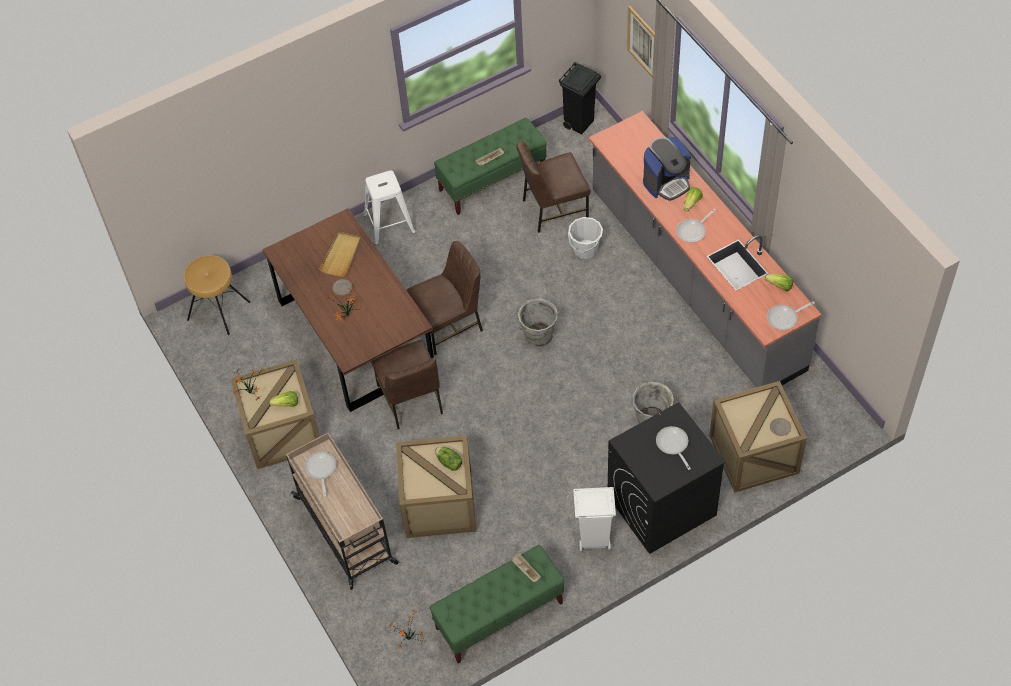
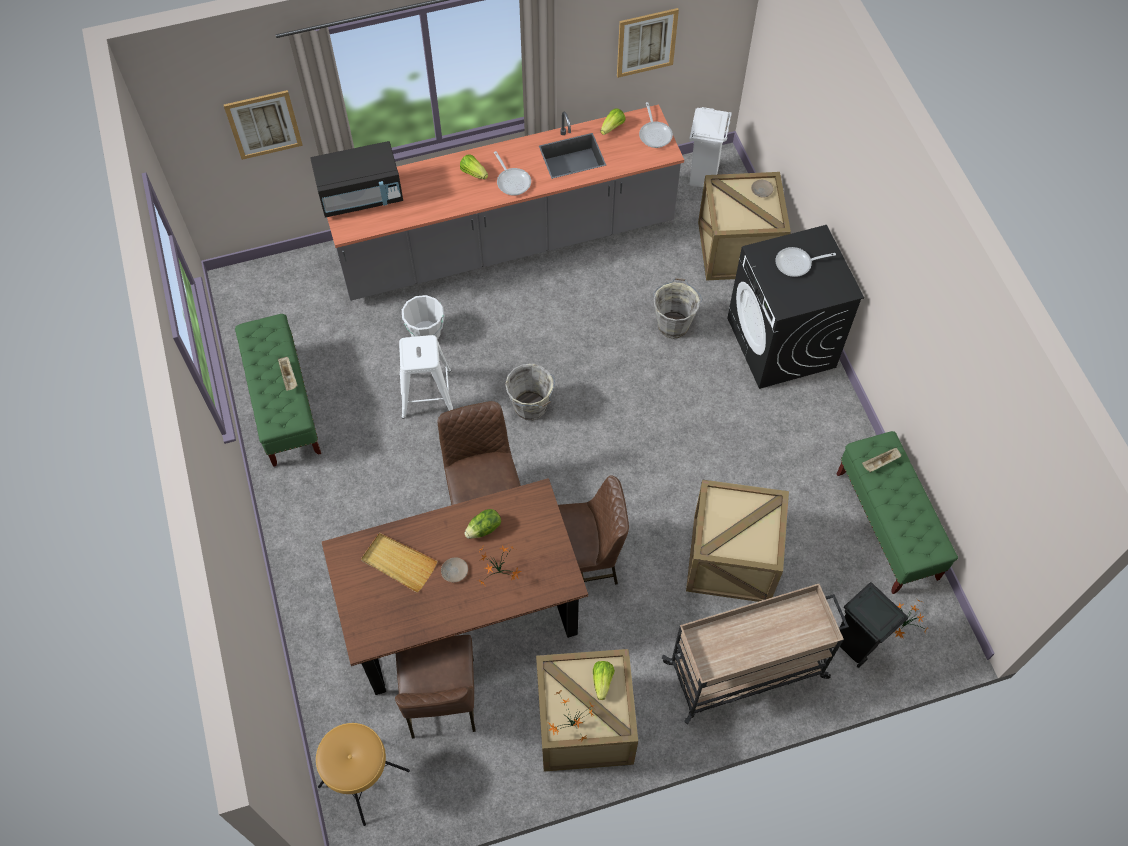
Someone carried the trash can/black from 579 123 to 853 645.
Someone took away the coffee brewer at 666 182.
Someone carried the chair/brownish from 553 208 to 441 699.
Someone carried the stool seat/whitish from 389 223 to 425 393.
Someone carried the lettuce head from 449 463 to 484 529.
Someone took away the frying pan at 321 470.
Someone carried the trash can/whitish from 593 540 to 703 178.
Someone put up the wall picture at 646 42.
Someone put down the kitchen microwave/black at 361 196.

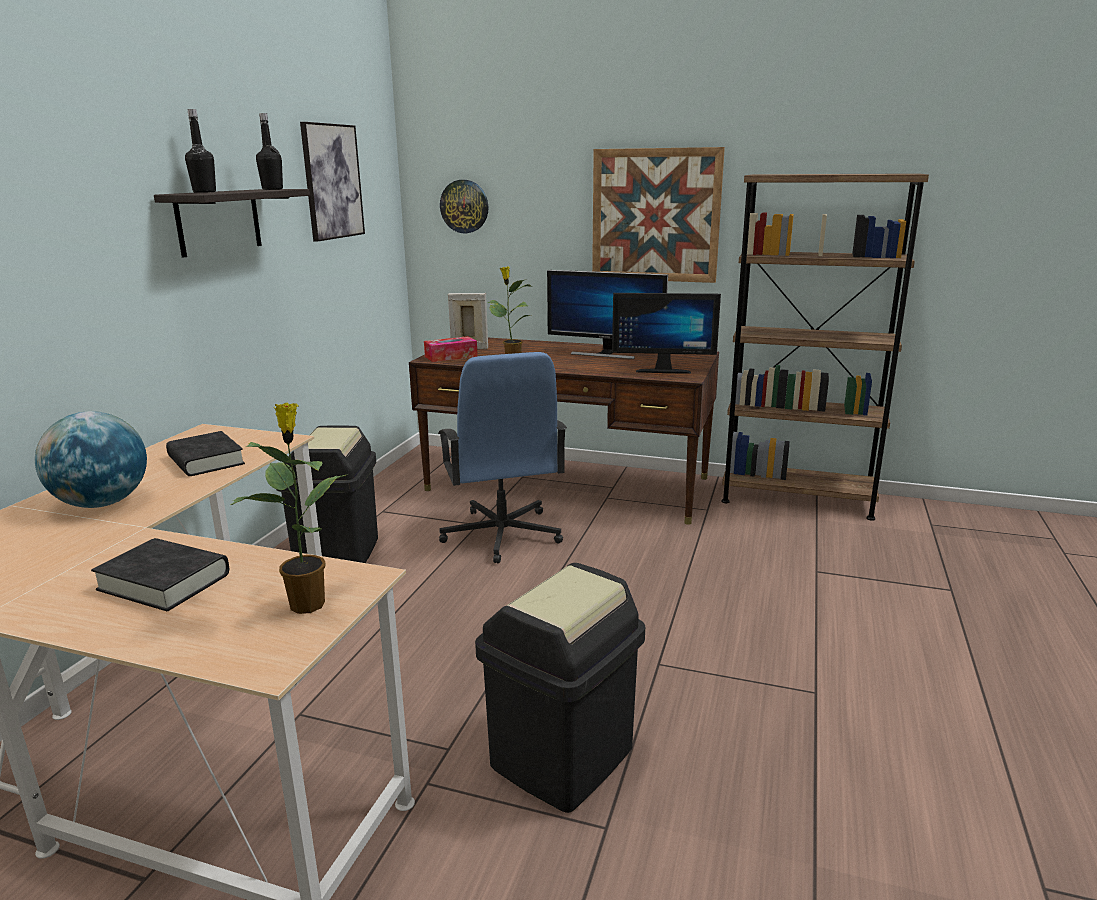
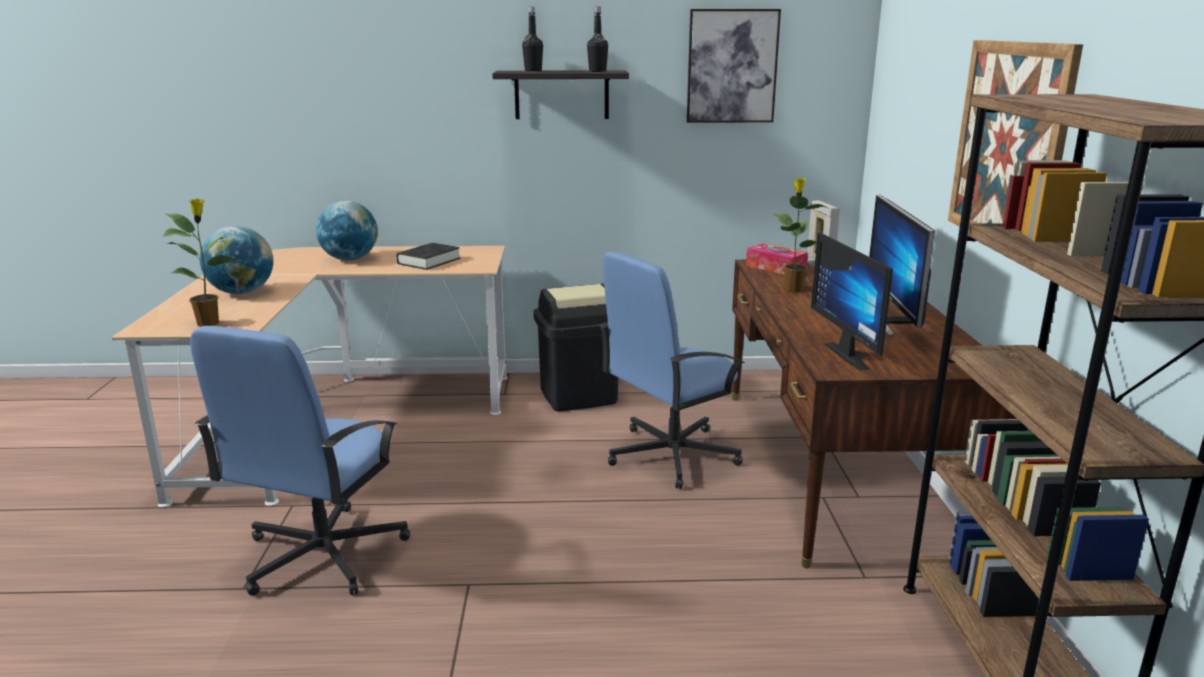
Someone took away the hanging clock at 464 206.
Someone swapped the volume/black at 164 582 for the desk globe at 242 292.
Someone swapped the trash can/black at 563 759 for the computer chair/blue-coloured at 321 555.

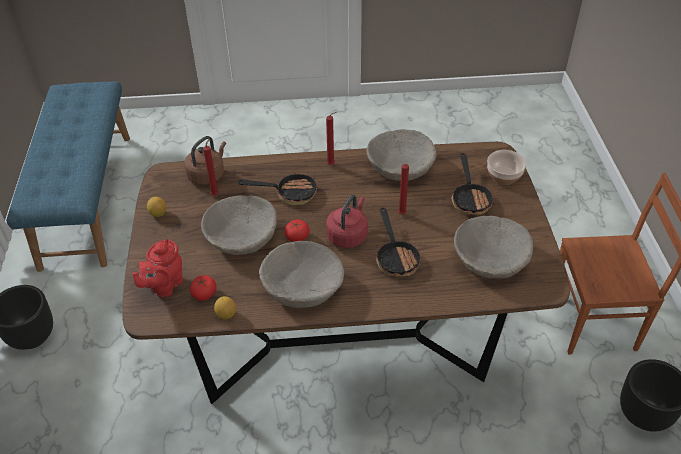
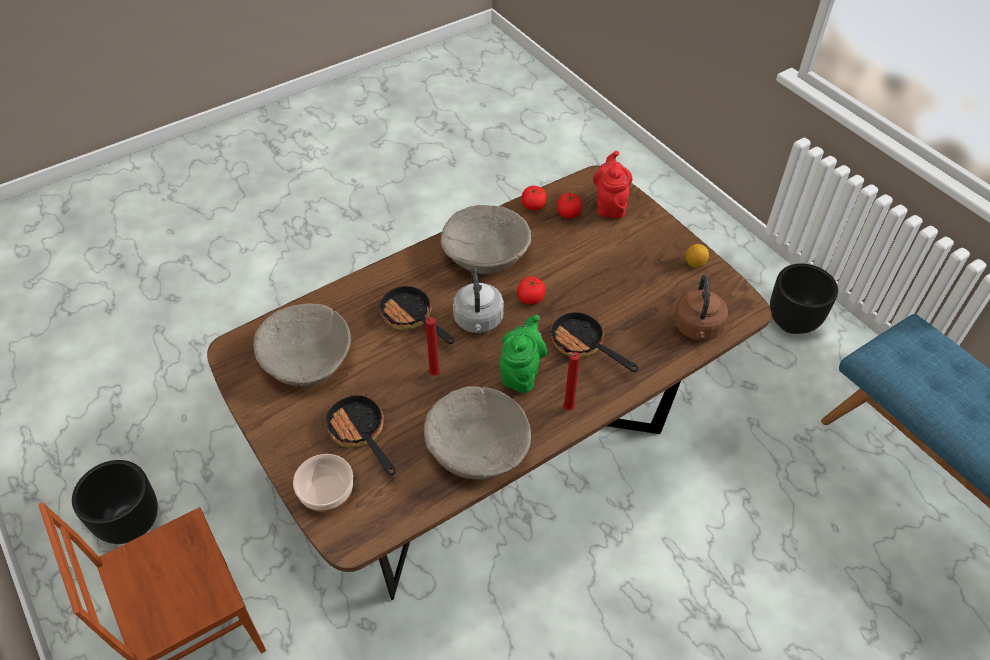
Someone took away the candle/red at 216 194.
Someone rotated the frying pan at 289 193 by 75 degrees clockwise.
Someone took away the deep dish/beige at 241 237.
Someone repainted the tea kettle/red at 348 235, which became the tea kettle/greyish at 478 321.
Someone swapped the citrus fruit at 226 314 for the fresh tomato at 533 205.
Someone put down the pot for tea/green-coloured at 521 373.

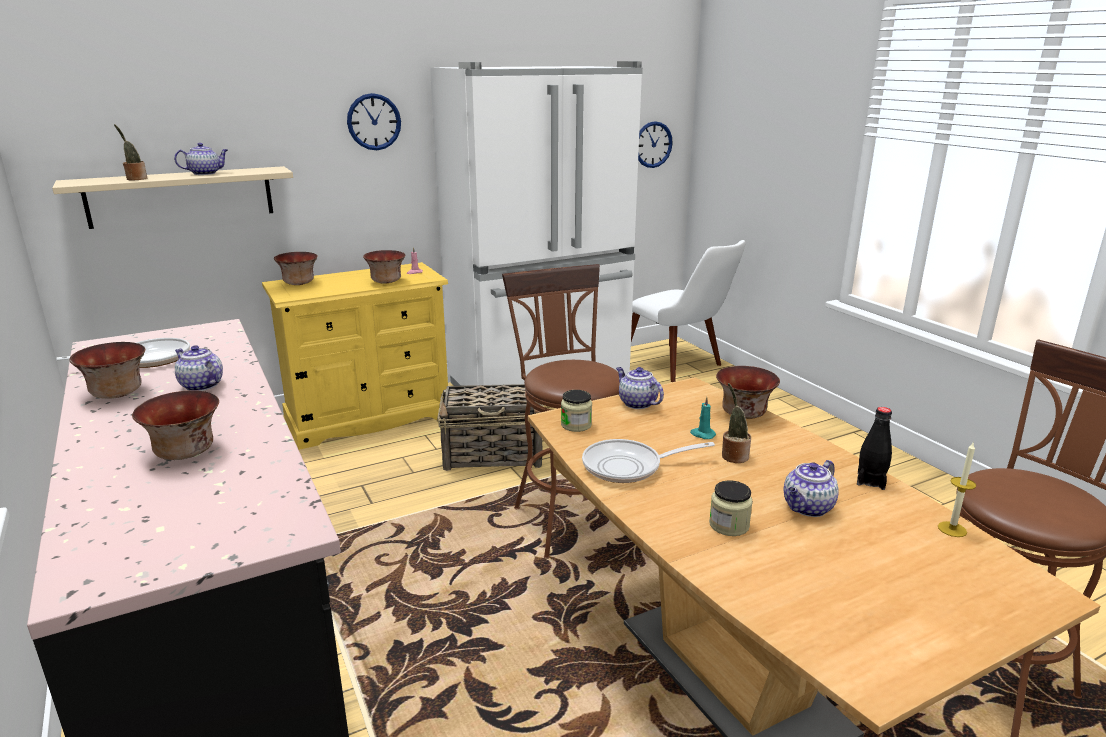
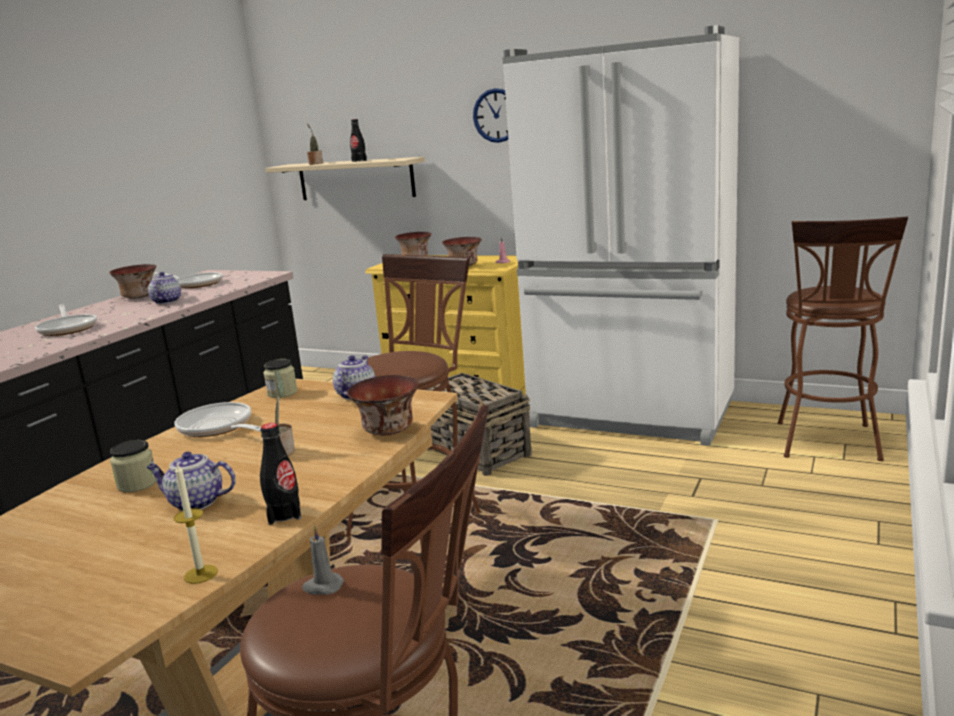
Someone took away the hanging clock at 653 144.
Someone swapped the pot for tea at 205 173 for the drink bottle/black at 359 161.
Someone swapped the chair/whitish at 681 366 for the stool seat/brownish at 829 445.
Someone swapped the deep dish at 185 452 for the frying pan at 68 328.
Someone took away the candle/blue-green at 702 434.
Someone put down the candle/greyish at 322 587.

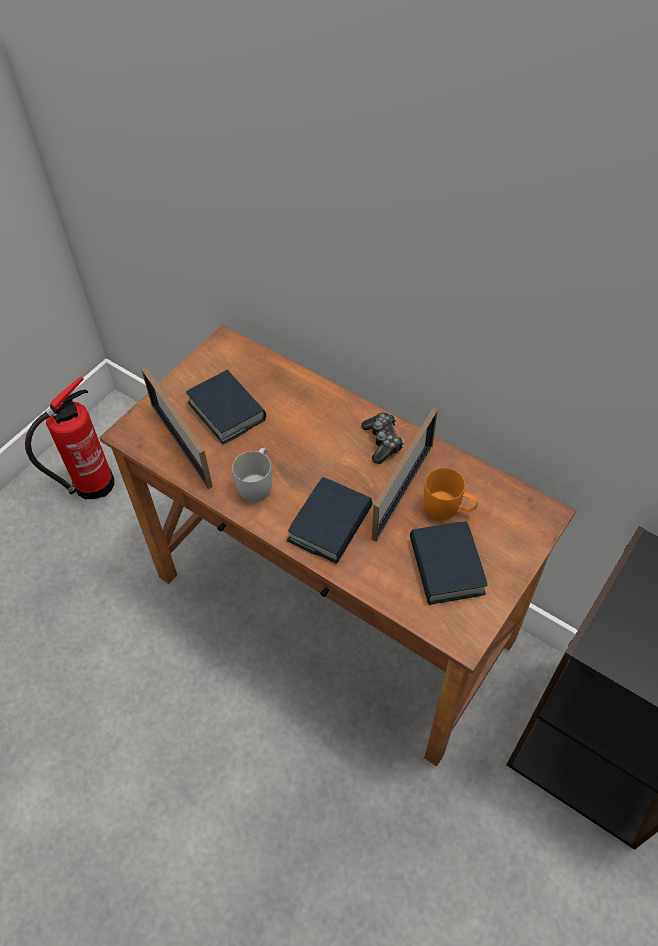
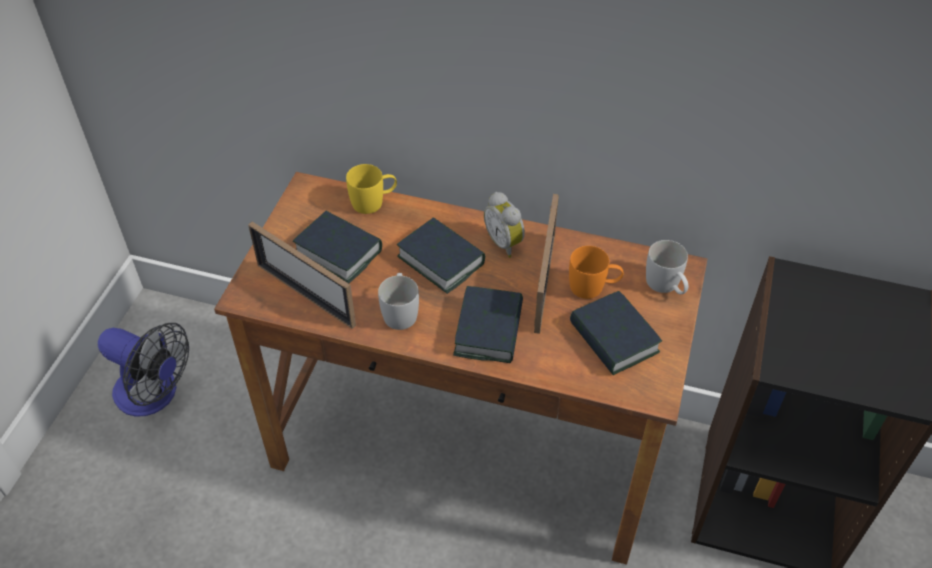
Someone swapped the extinguisher at 90 486 for the electric fan at 154 395.
Someone swapped the joypad at 382 442 for the table clock at 505 243.
Someone put down the mug/yellow at 373 202.
Someone put down the volume at 441 260.
Someone put down the mug/whitish at 666 286.

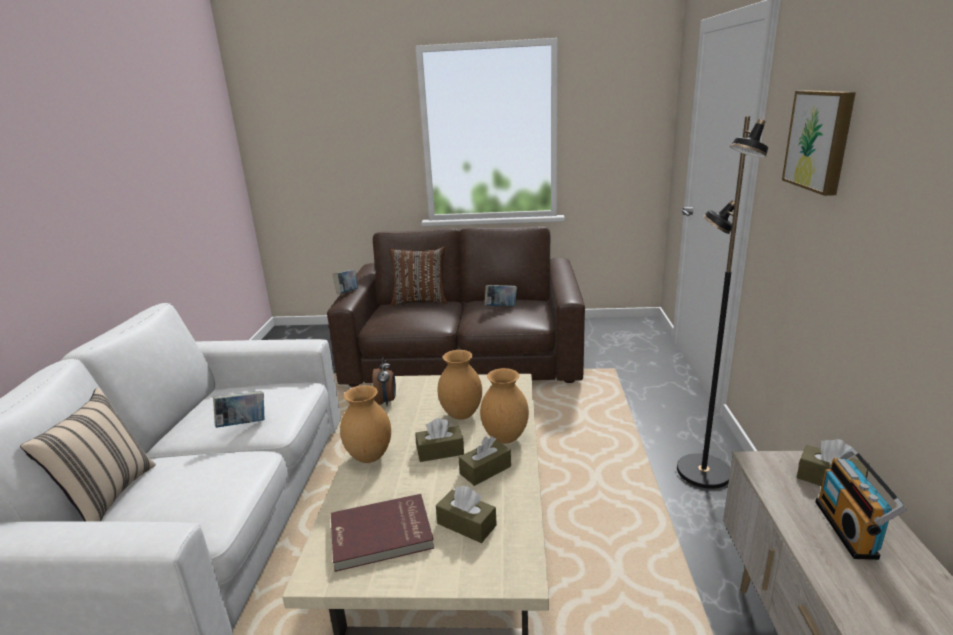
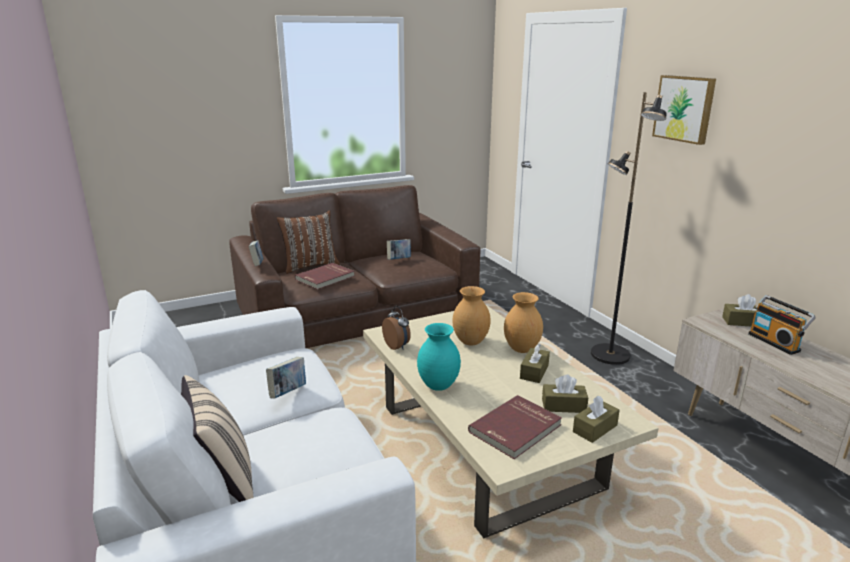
Someone repainted the decorative vase/brownish at 368 457, which became the decorative vase/blue-green at 438 386.
Someone carried the box of tissues/brownish from 440 451 to 595 428.
Someone put down the volume/red at 325 278.

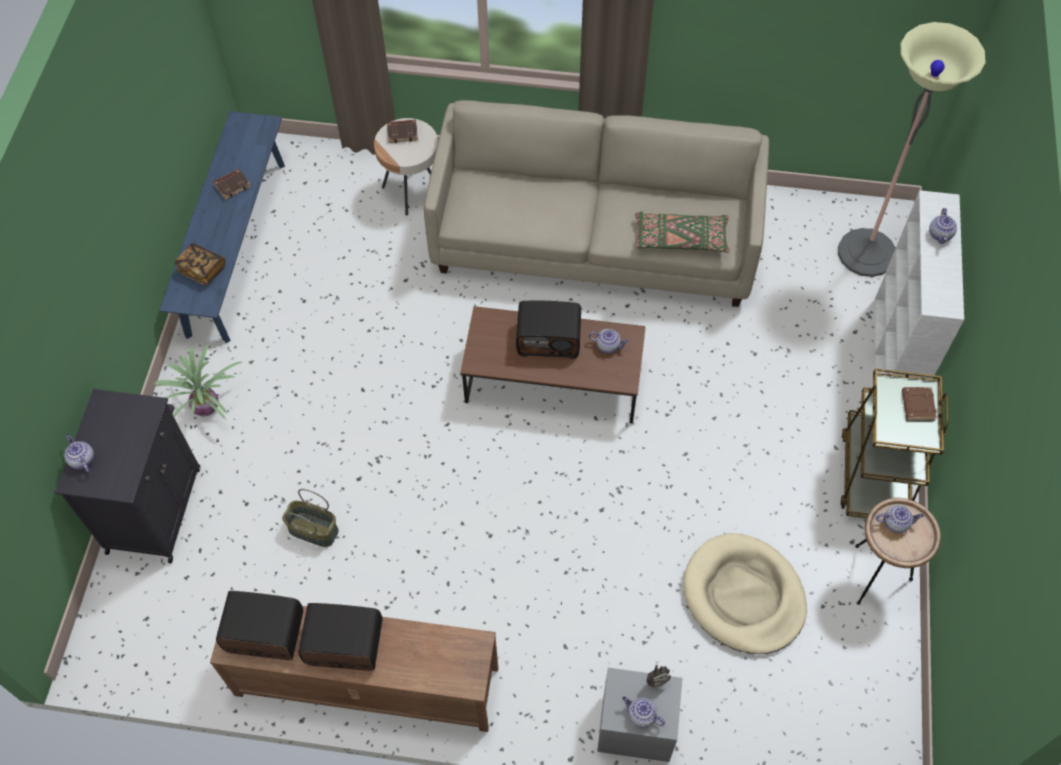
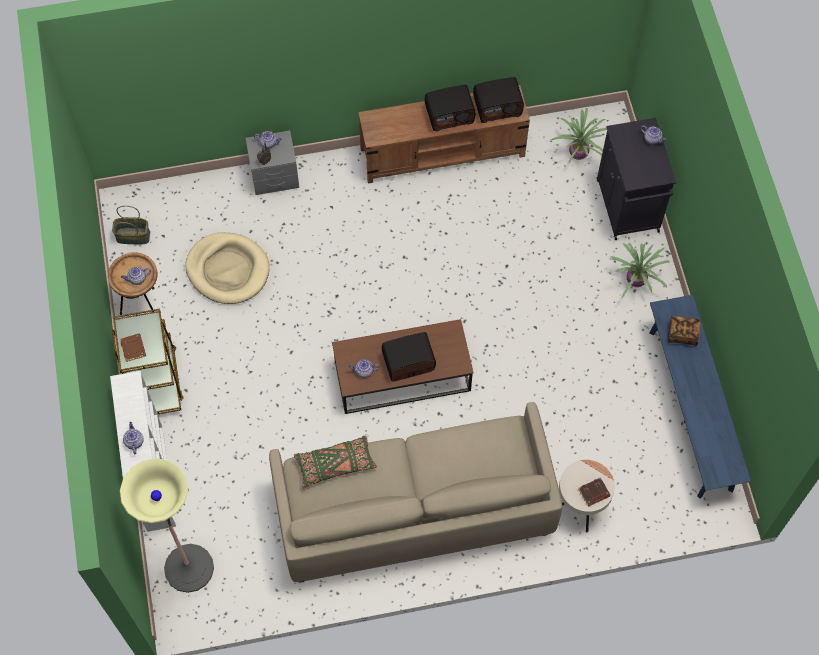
Someone took away the volume/brownish at 232 185.
Someone carried the storage basket from 312 530 to 133 236.
Someone put down the houseplant at 579 153.

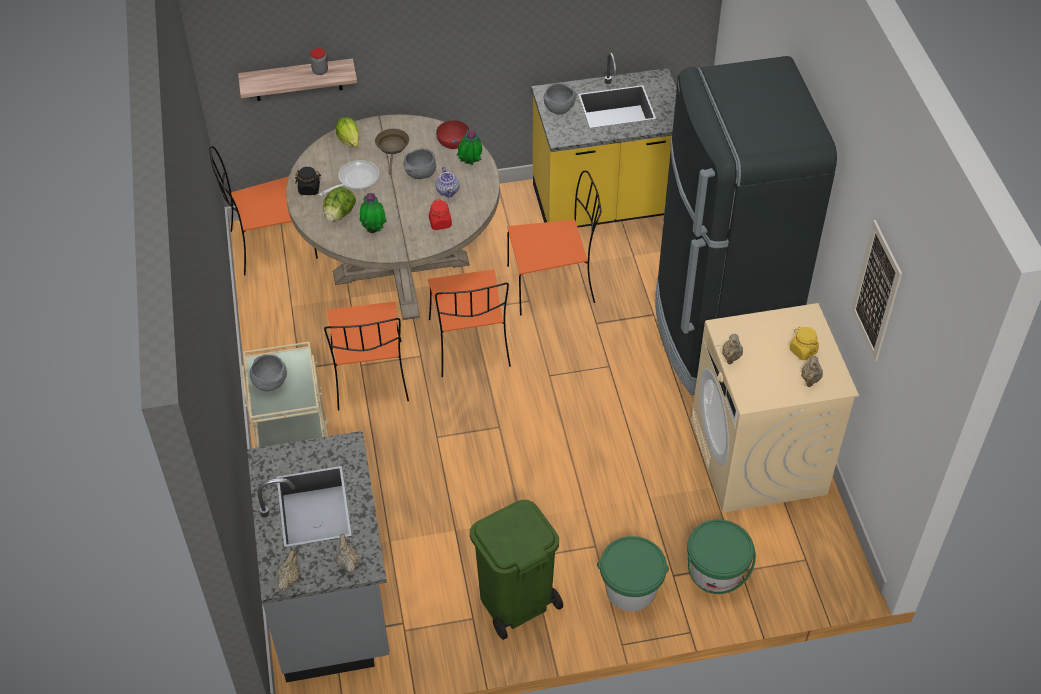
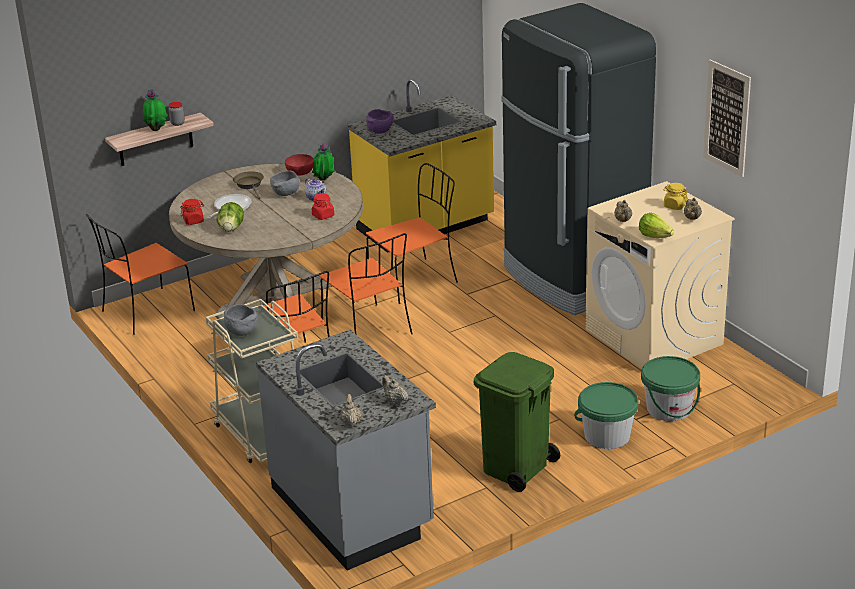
Someone repainted the deep dish/greyish at 559 109, which became the deep dish/purple at 380 131.
Someone carried the lettuce head from 349 140 to 654 236.
Someone repainted the storage jar/black at 309 189, which became the storage jar/red at 193 221.
Someone carried the houseplant from 374 230 to 157 129.

